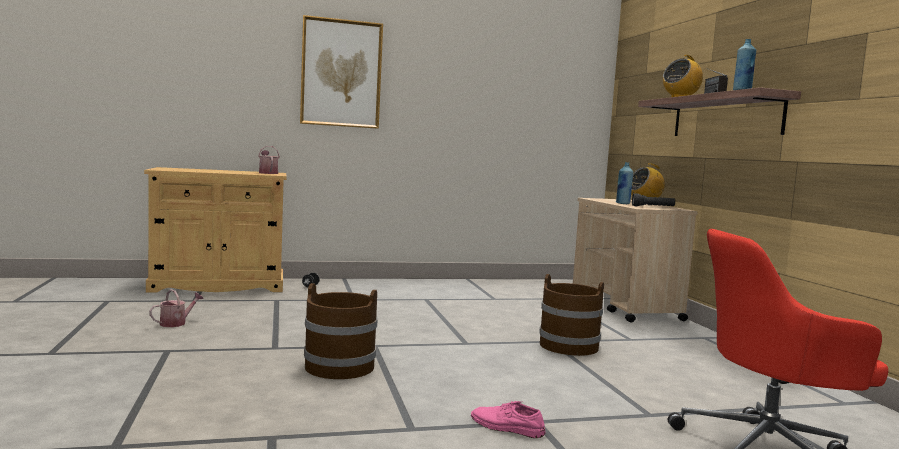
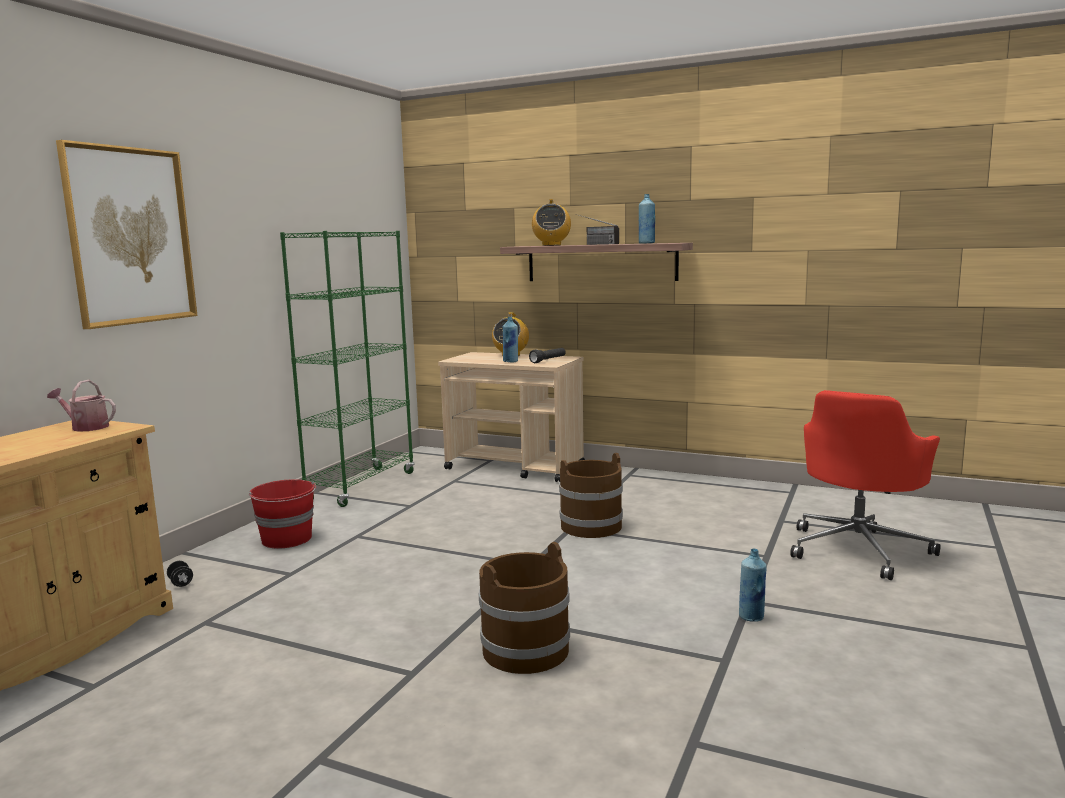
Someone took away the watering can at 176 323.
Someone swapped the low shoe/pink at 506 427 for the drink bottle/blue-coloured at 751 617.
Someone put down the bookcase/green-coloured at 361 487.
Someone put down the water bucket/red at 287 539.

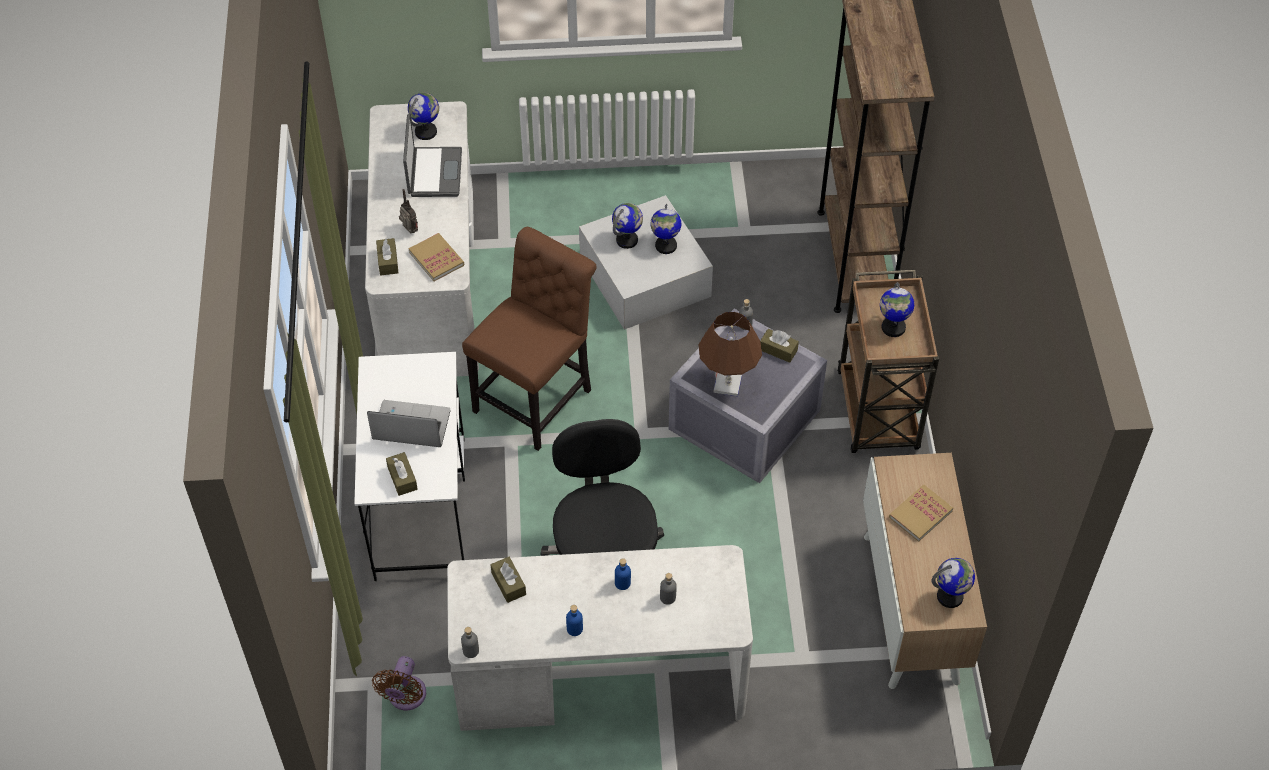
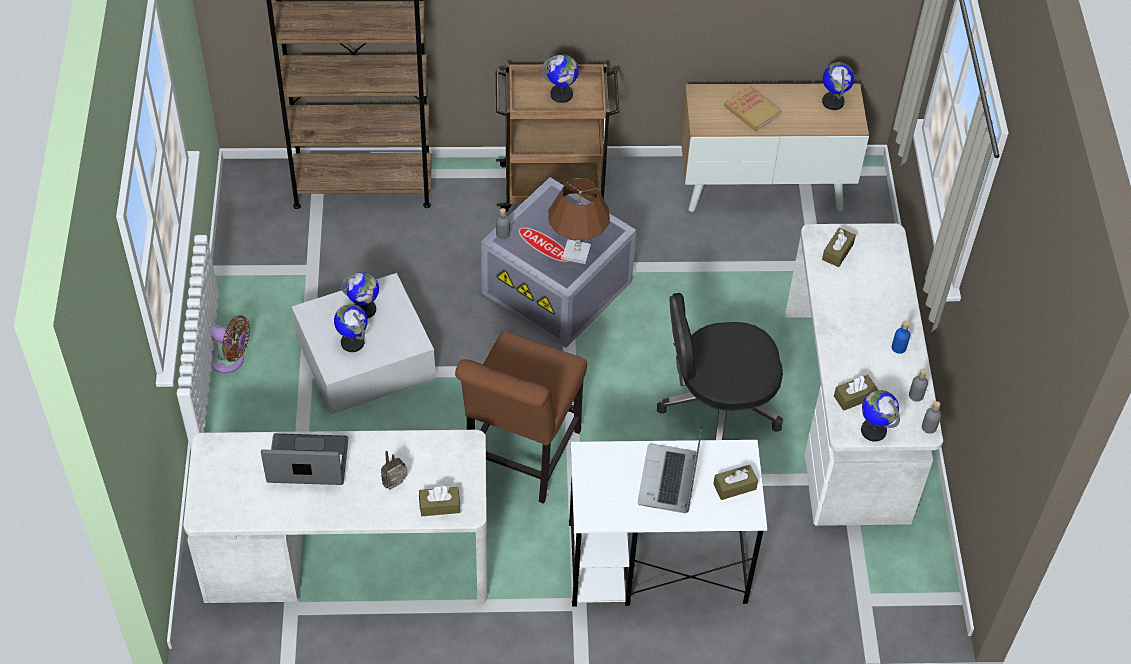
Someone carried the desk globe from 426 132 to 873 430.
Someone rotated the chair/brownish at 537 397 by 105 degrees counterclockwise.
Someone took away the volume at 436 258.
Someone carried the box of tissues/brownish from 778 350 to 837 252.
Someone took away the drink bottle/blue-coloured at 622 583.
Someone carried the drink bottle/greyish from 668 597 to 916 395.
Someone carried the electric fan/brownish from 405 697 to 230 360.

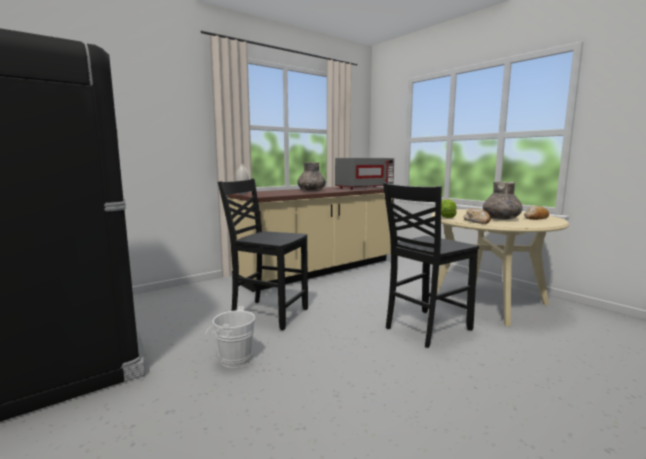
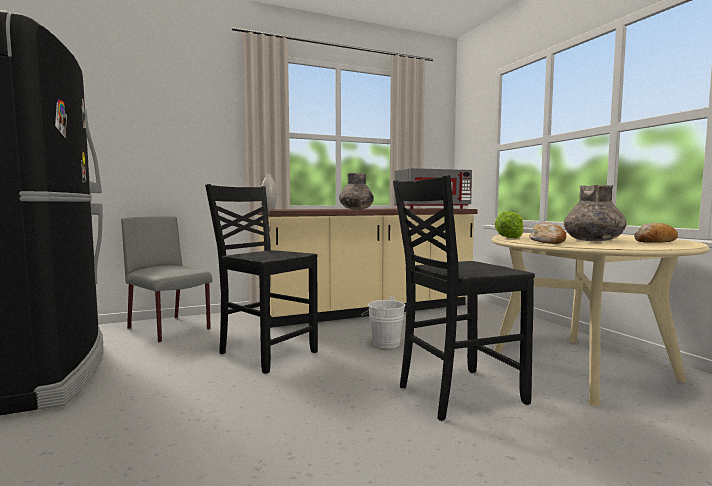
Someone carried the water bucket/whitish from 232 359 to 383 343.
Someone put down the chair/greyish at 169 329.

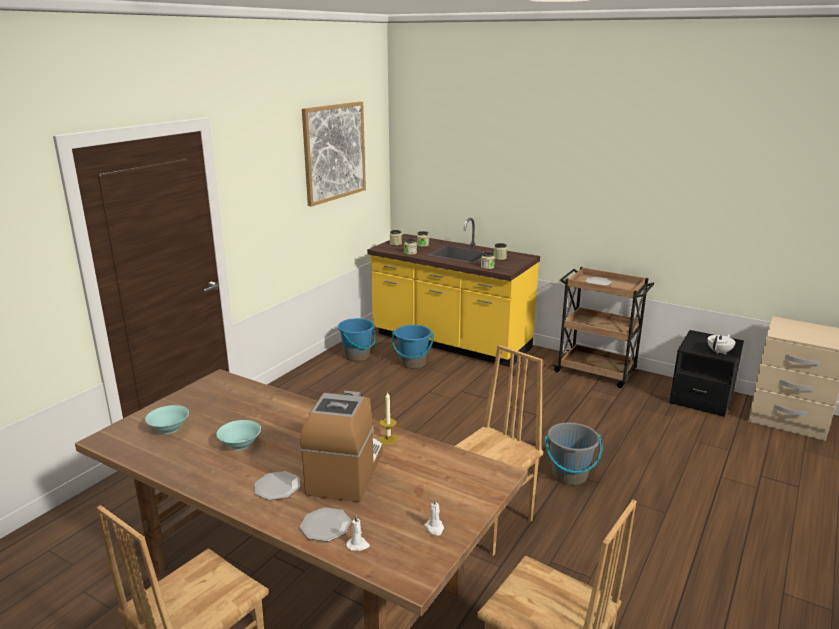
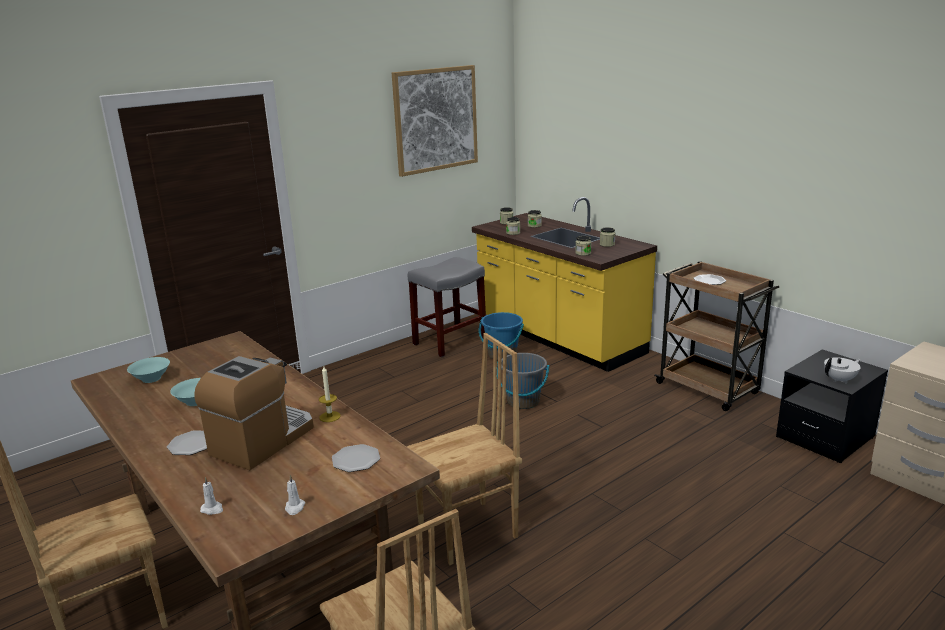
Someone swapped the water bucket/blue-coloured at 357 356 for the stool seat/greyish at 450 341.
Someone carried the water bucket/greyish from 569 475 to 523 401.
Someone carried the dinner plate from 325 526 to 355 460.

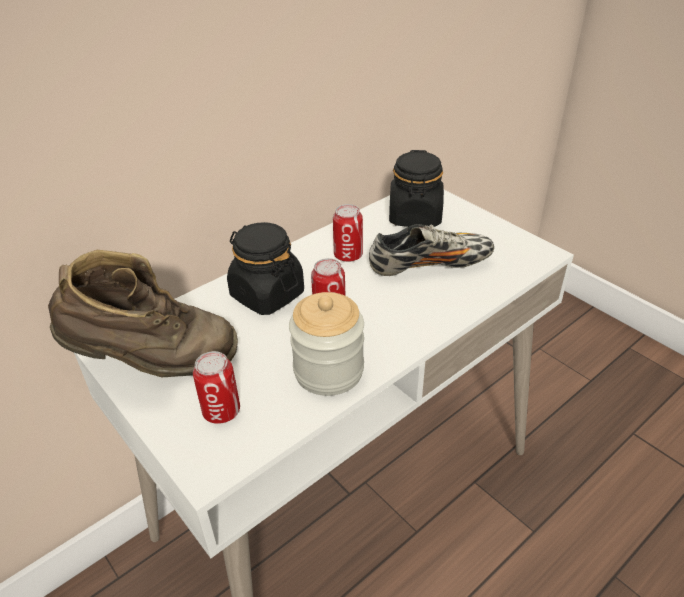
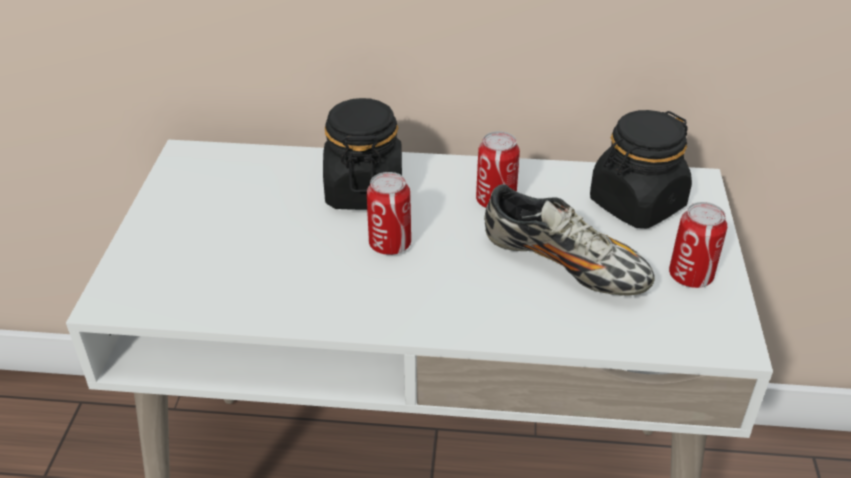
Someone took away the high-top boot/brownish at 155 365.
Someone took away the storage jar at 328 371.
Someone carried the metal can from 221 411 to 690 276.

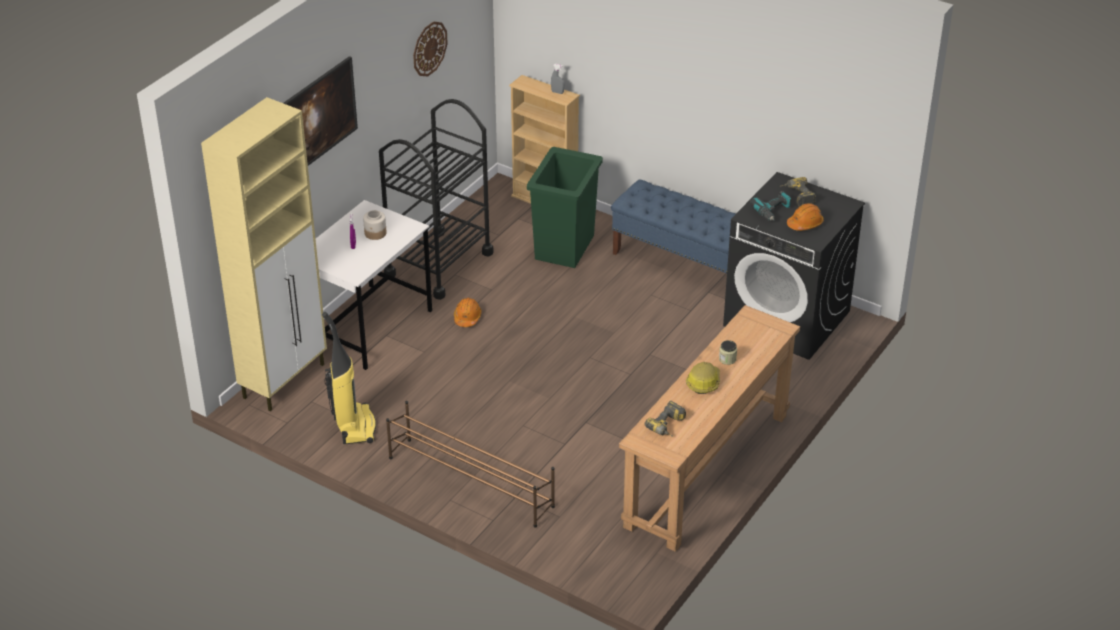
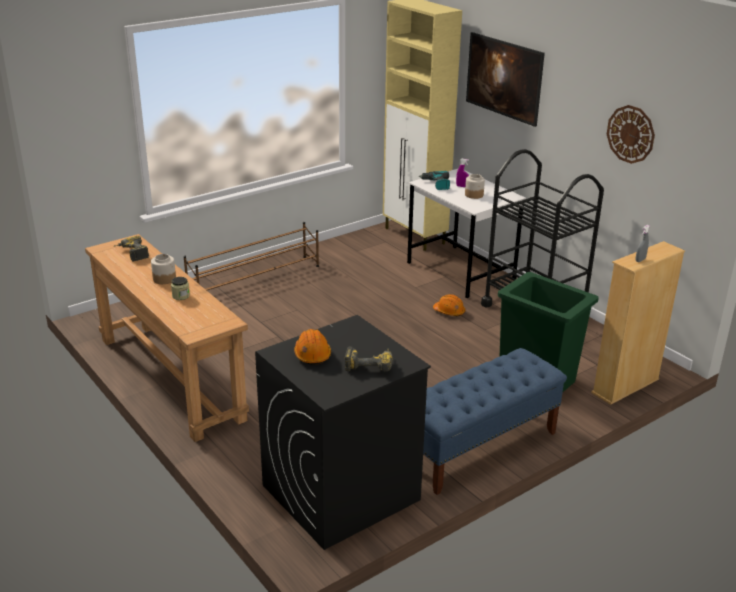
Someone carried the electric drill from 773 211 to 436 184.
Someone took away the vacuum cleaner at 354 426.
Someone swapped the hard hat at 703 382 for the storage jar at 164 279.

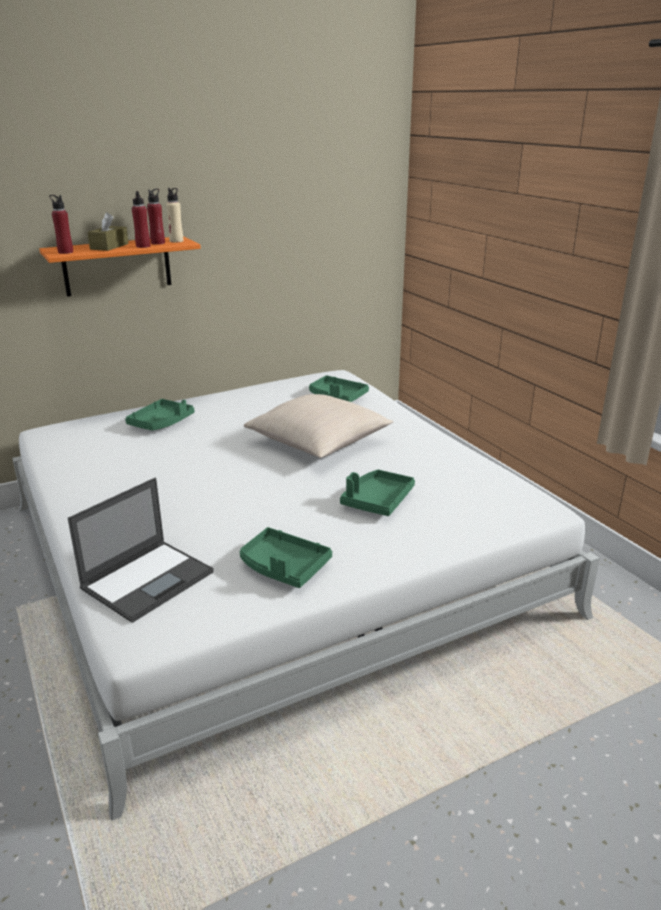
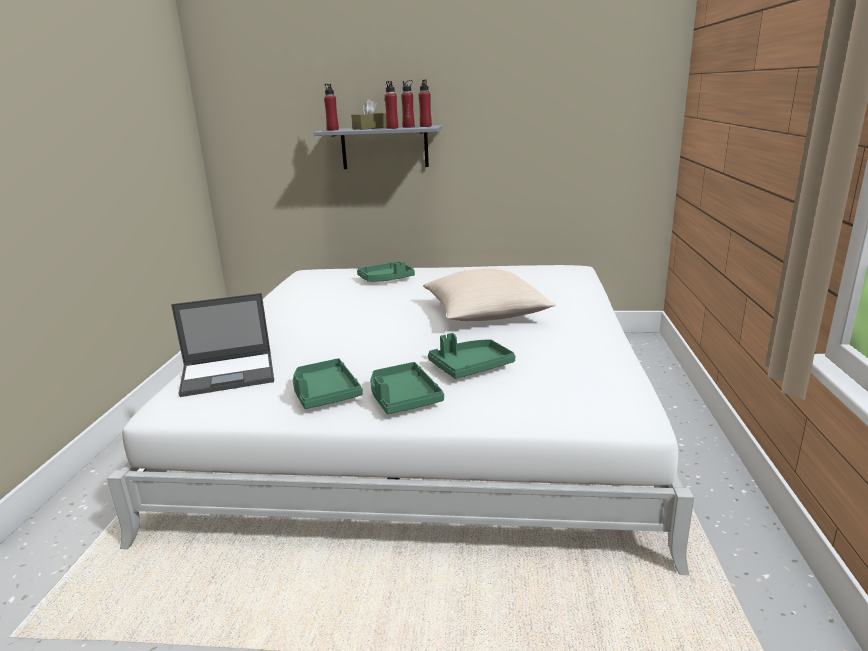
Someone repainted the drink bottle/beige at 176 241, which became the drink bottle/red at 425 126.
Someone repainted the wall shelf/orange at 117 266, which became the wall shelf/greyish at 384 147.
Someone carried the tray/green-coloured from 337 397 to 402 398.

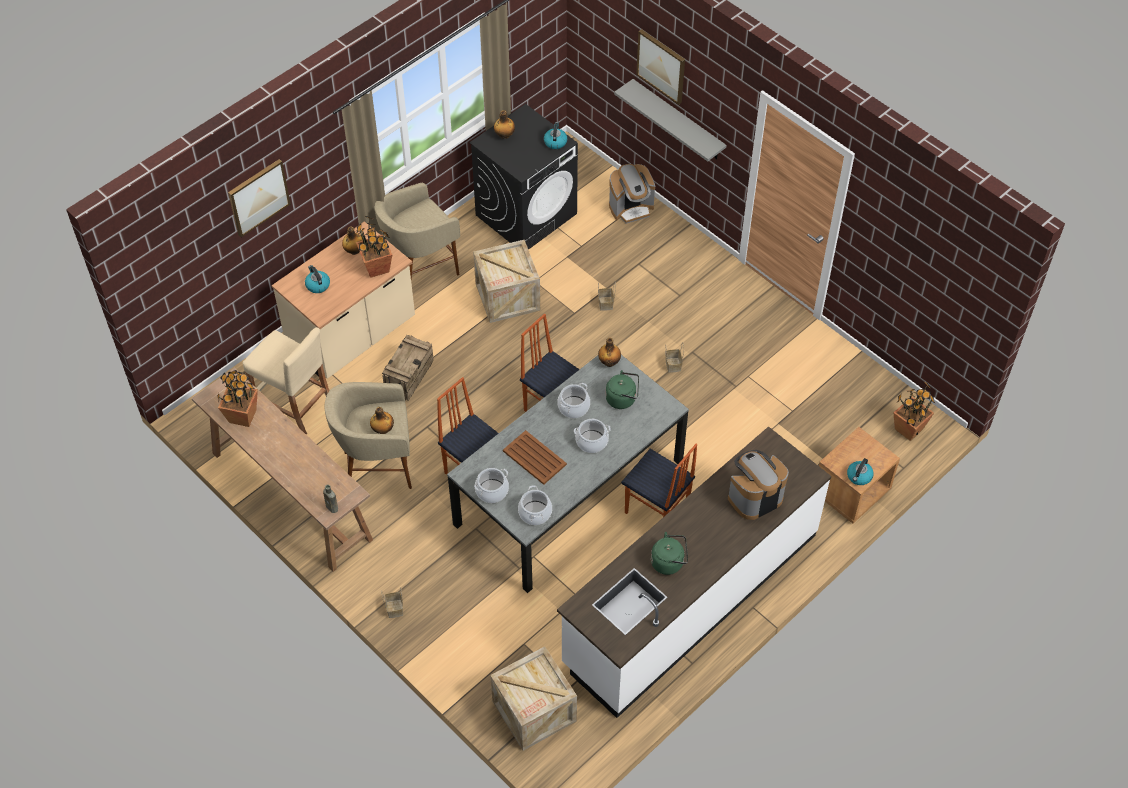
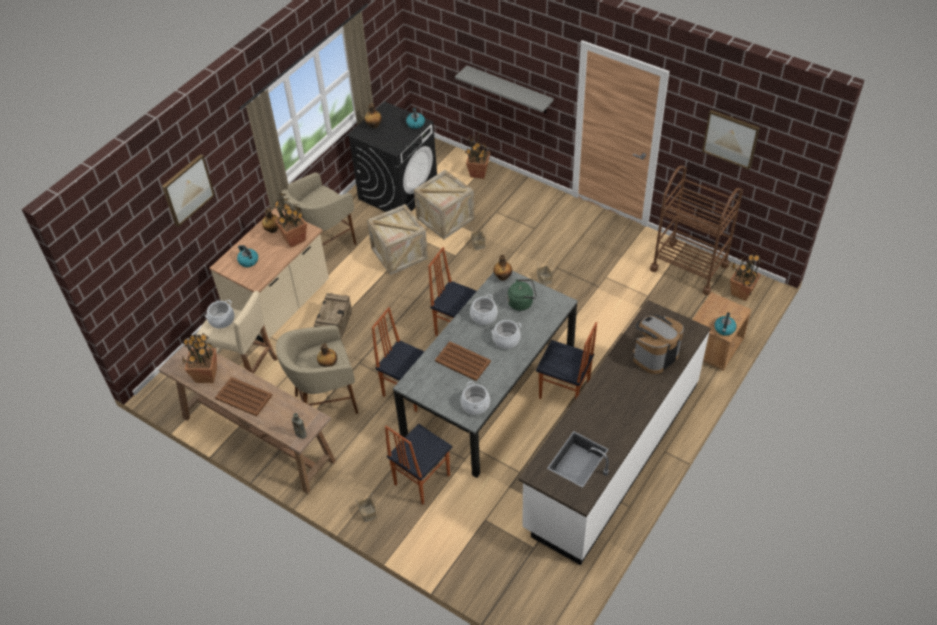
Someone carried the wall picture from 661 66 to 731 138.
Someone swapped the coffee brewer at 631 208 for the houseplant at 478 173.
Someone carried the saucepot from 492 491 to 222 320.
Someone took away the tea kettle/green-coloured at 669 562.
Someone carried the shipping crate from 534 711 to 445 218.
Someone put down the trolley/brownish at 689 267.
Someone put down the tray/brownish at 244 397.
Someone put down the chair at 421 479.

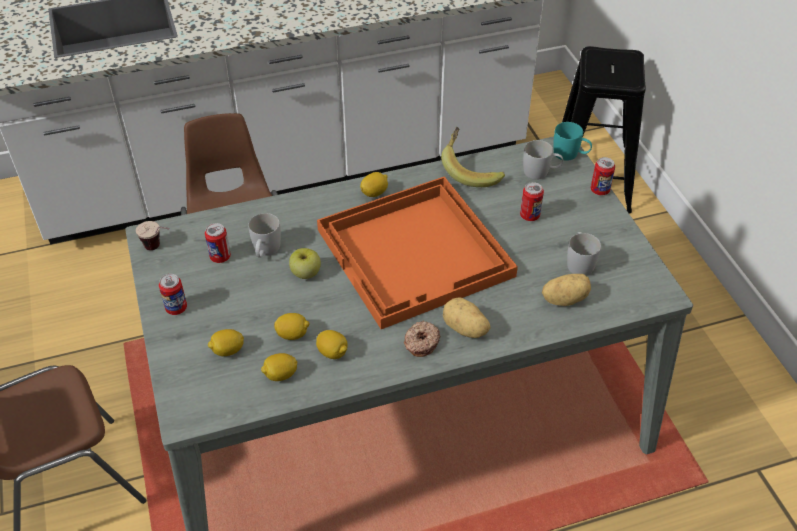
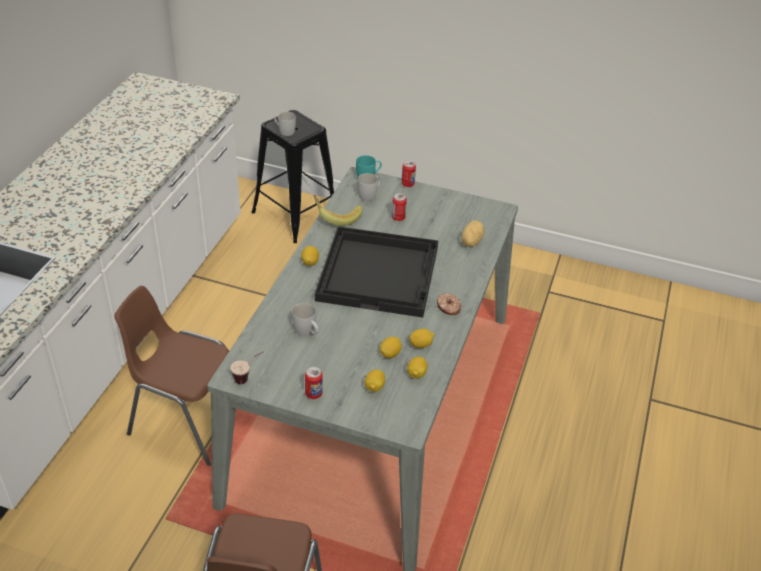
Someone repainted the tray/orange at 416 253, which became the tray/black at 379 273.
Someone took away the metal can at 220 257.
Someone carried the mug/whitish from 579 262 to 284 131.
Someone took away the apple fruit at 305 273.
Someone took away the potato at 465 329.

